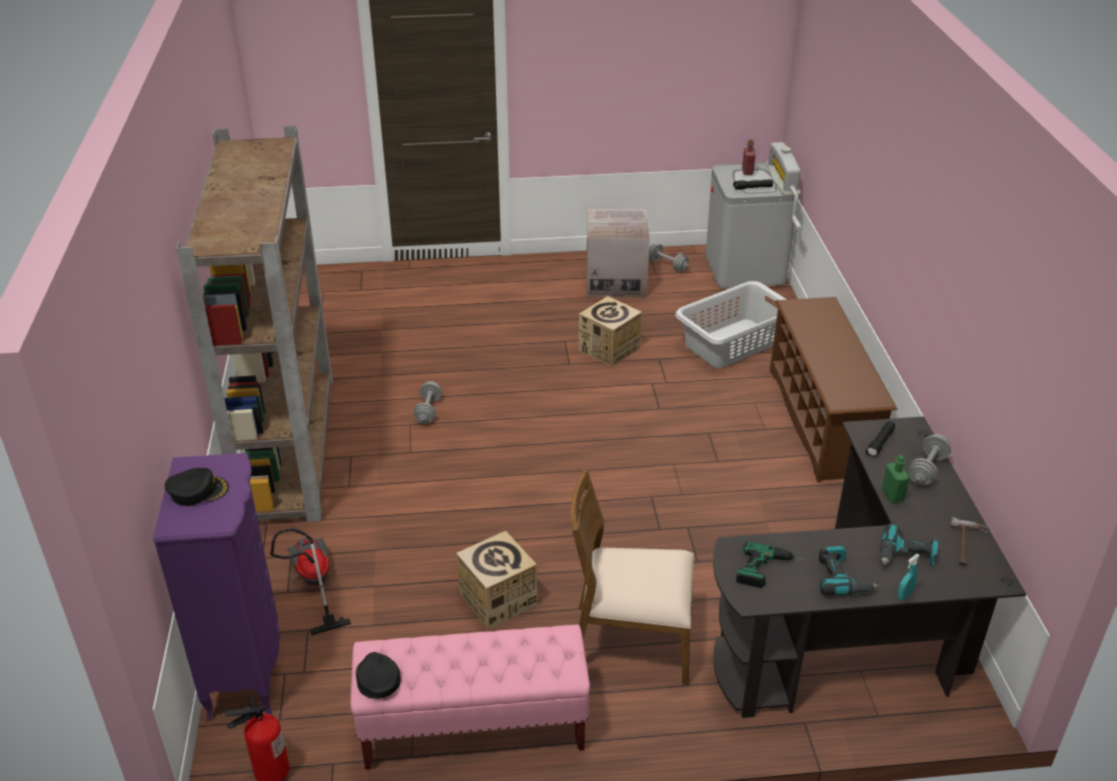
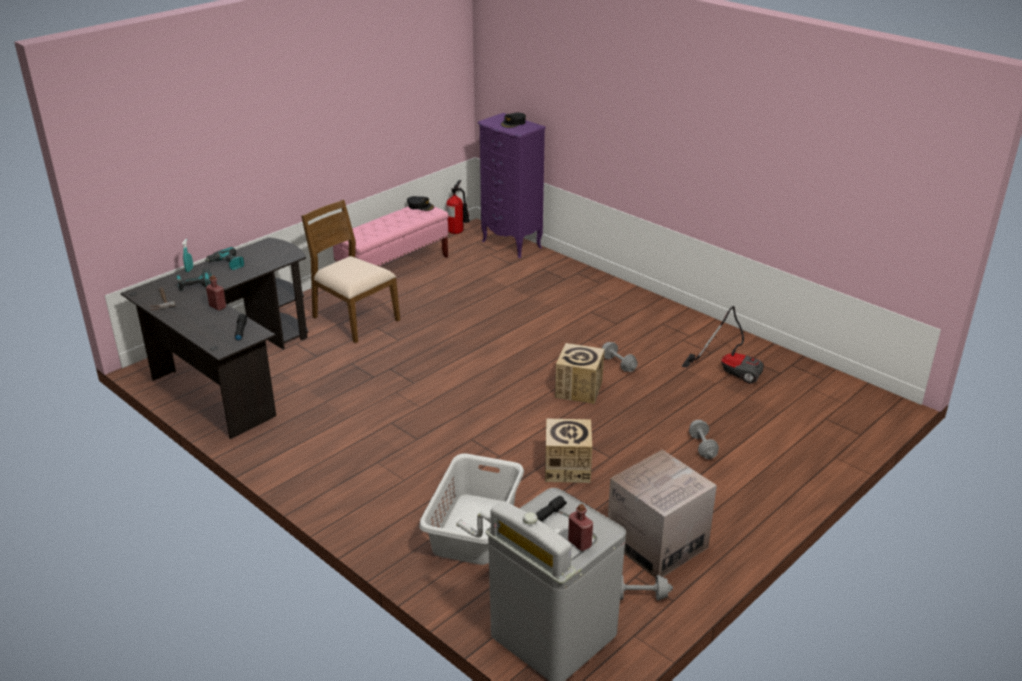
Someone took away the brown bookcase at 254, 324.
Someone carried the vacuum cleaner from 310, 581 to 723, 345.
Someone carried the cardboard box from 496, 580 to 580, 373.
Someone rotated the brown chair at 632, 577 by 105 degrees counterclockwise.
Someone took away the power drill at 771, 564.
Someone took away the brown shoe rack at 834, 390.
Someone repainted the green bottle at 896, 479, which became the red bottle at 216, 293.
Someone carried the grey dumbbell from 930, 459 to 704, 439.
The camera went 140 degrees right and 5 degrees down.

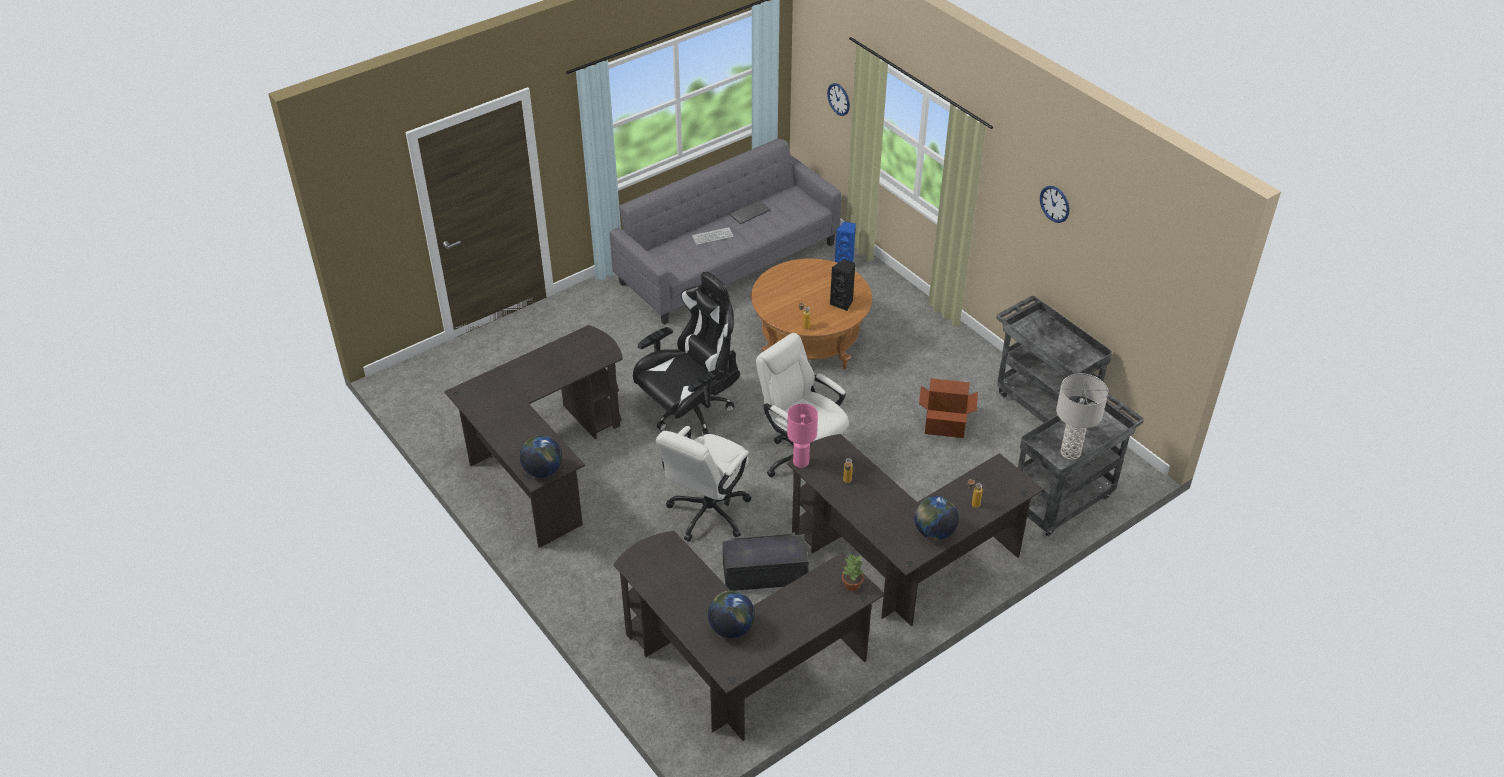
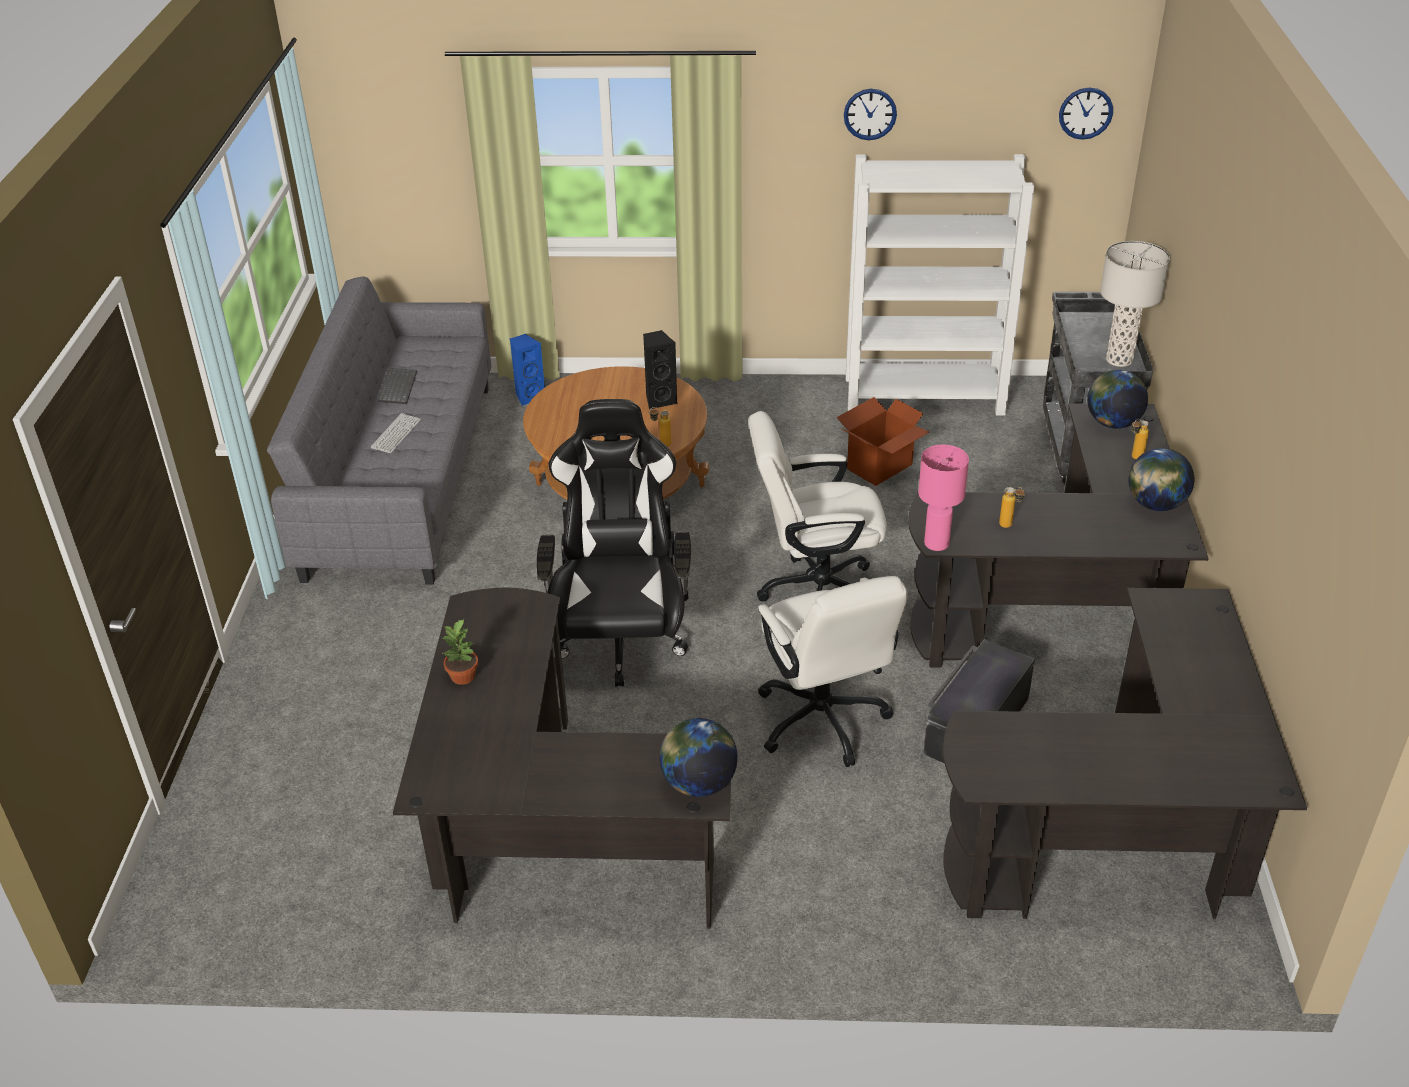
Someone carried the globe from 731, 614 to 1117, 399.
Someone carried the wall clock from 838, 99 to 1086, 113.
Someone carried the potted plant from 853, 572 to 460, 652.
Someone swapped the black cart at 1054, 359 for the white bookcase at 940, 285.
The camera went 50 degrees left and 5 degrees down.

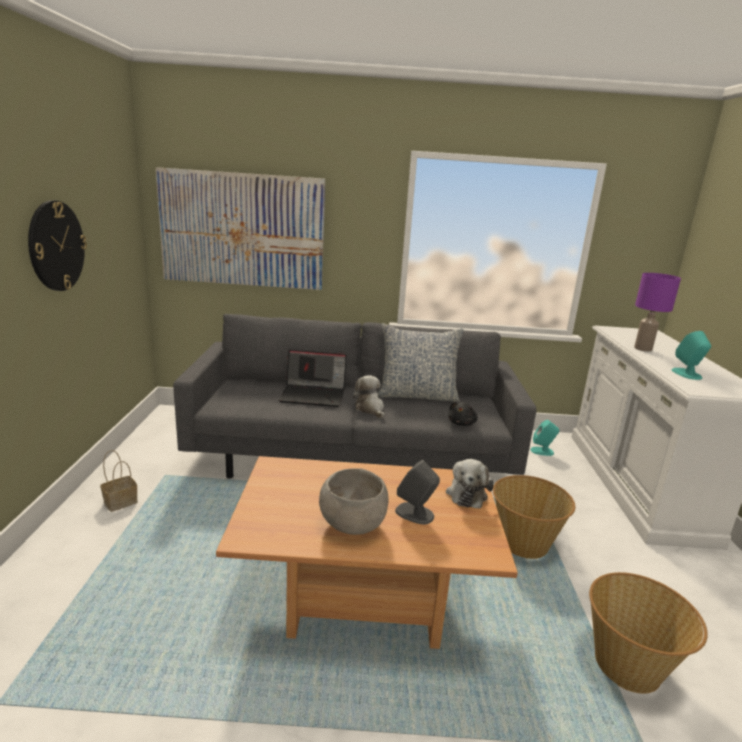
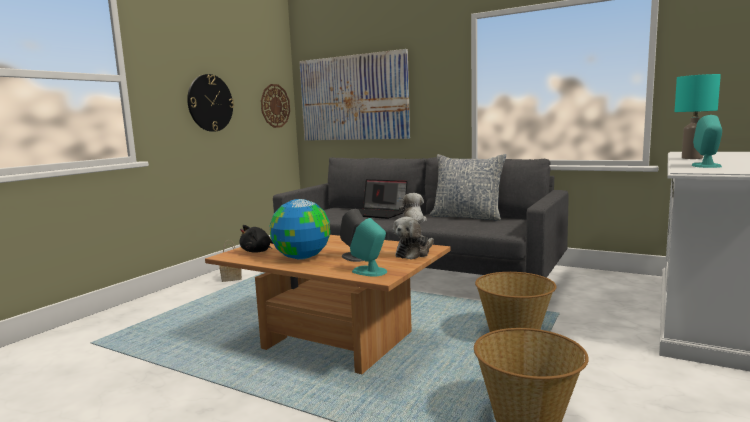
Someone swapped the grey bowl at 353, 501 for the globe at 300, 229.
Someone carried the black plush toy from 463, 413 to 256, 239.
Someone carried the turquoise speaker from 545, 438 to 368, 247.
Someone repainted the purple table lamp at 657, 312, which became the turquoise table lamp at 697, 116.
Someone put up the wall clock at 275, 106.
The camera went 30 degrees right and 10 degrees down.

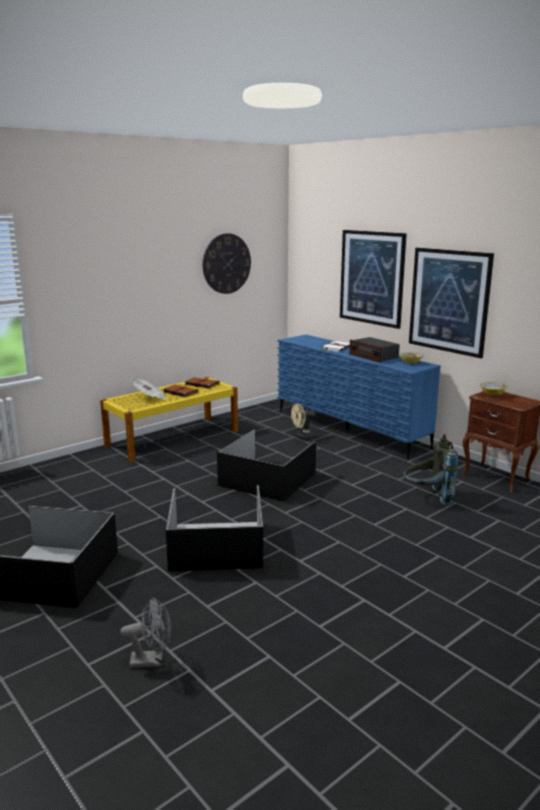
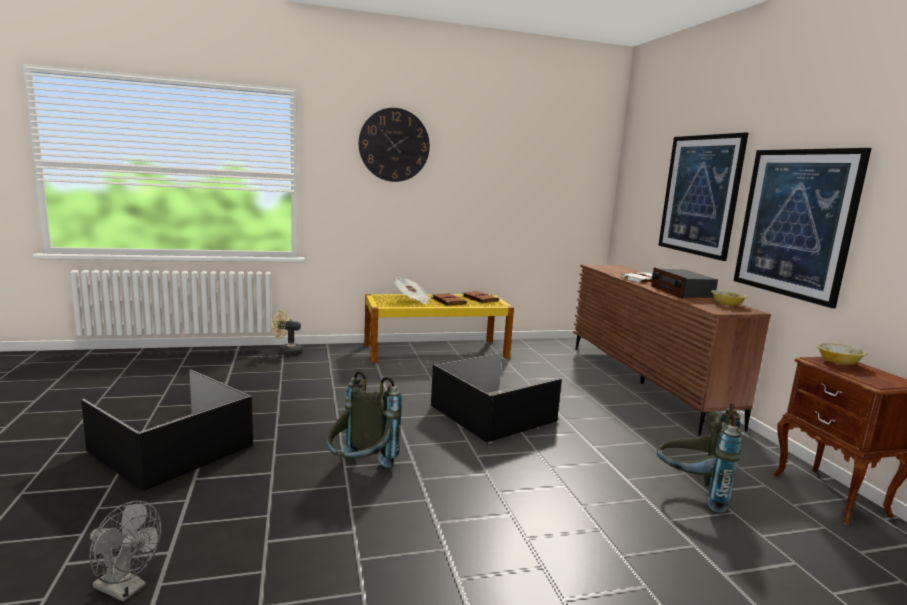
Someone swapped the black storage box at 214, 528 for the grey backpack at 364, 419.
Someone carried the wall clock from 227, 263 to 394, 145.
Someone repainted the blue dresser at 359, 397, which became the brown dresser at 672, 350.
Someone carried the beige fan from 303, 422 to 287, 333.
The camera went 25 degrees right and 5 degrees down.

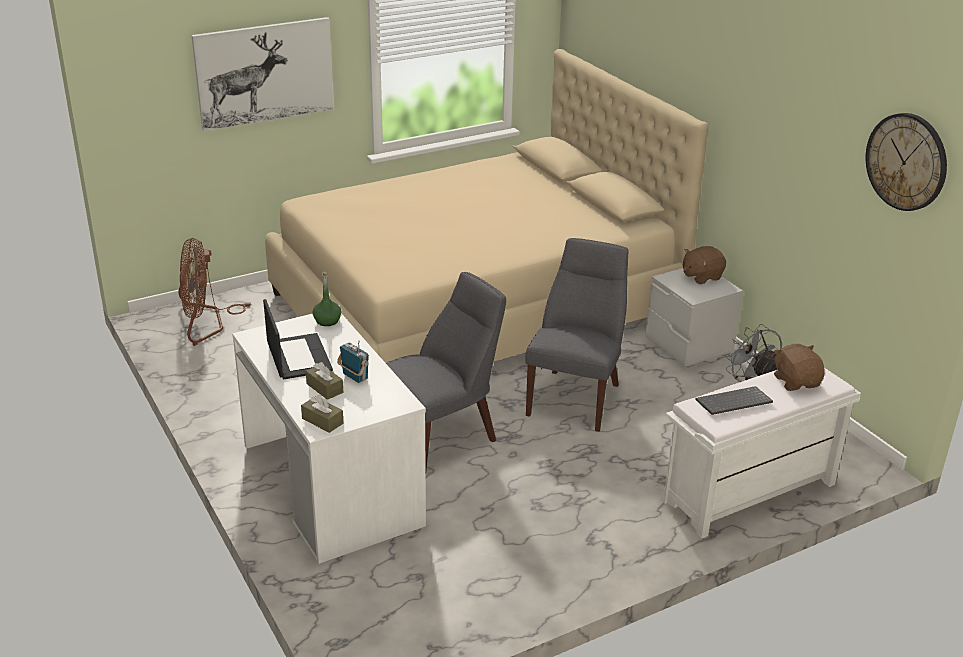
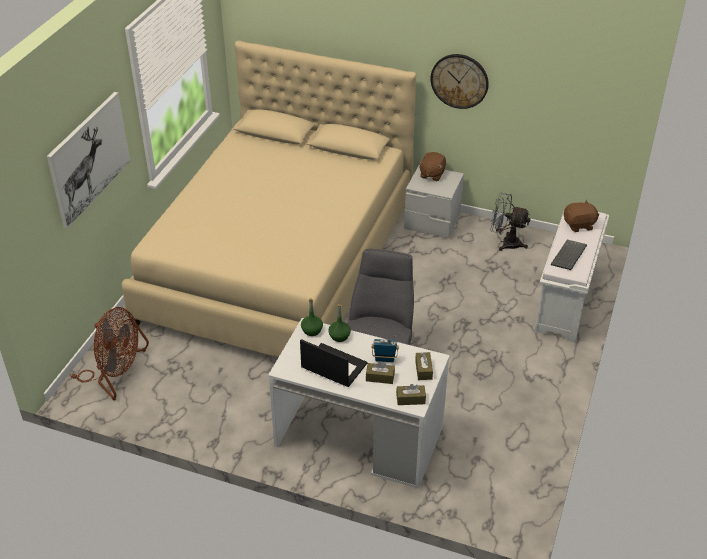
Someone rotated the brown fan at 215, 292 by 105 degrees counterclockwise.
Someone took away the grey chair at 576, 335.
Someone rotated the brown plush toy at 799, 367 by 135 degrees clockwise.
Someone carried the wall clock from 906, 162 to 459, 81.
Someone put down the green bottle at 339, 323.
Someone put down the brown tissue box at 424, 366.
The camera went 40 degrees left and 10 degrees up.

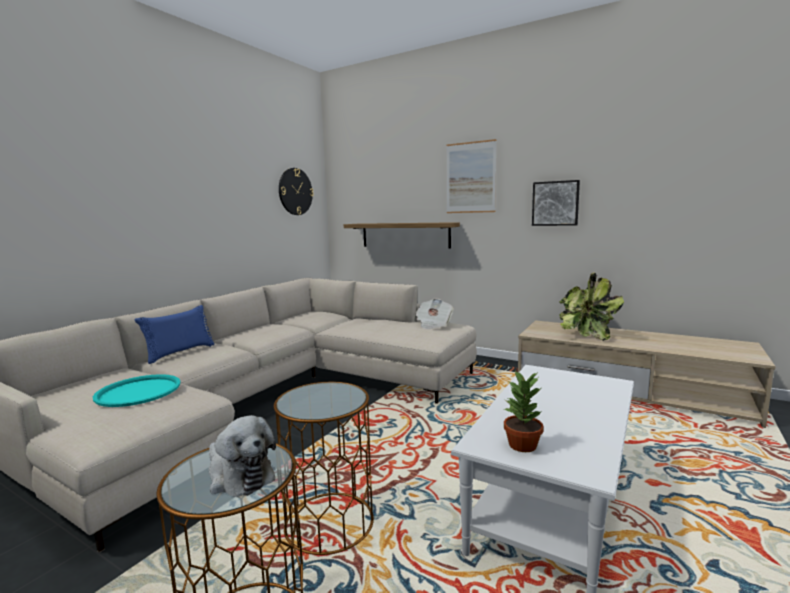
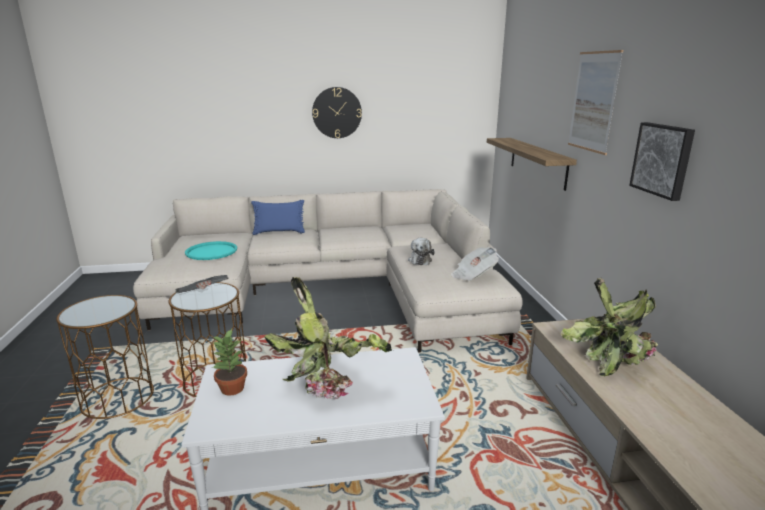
Someone carried the plush toy from 242, 456 to 421, 251.
Someone carried the wall clock from 296, 191 to 337, 112.
Someone put down the newspaper at 202, 284.
Someone put down the potted plant at 328, 338.
The camera went 50 degrees right and 10 degrees up.

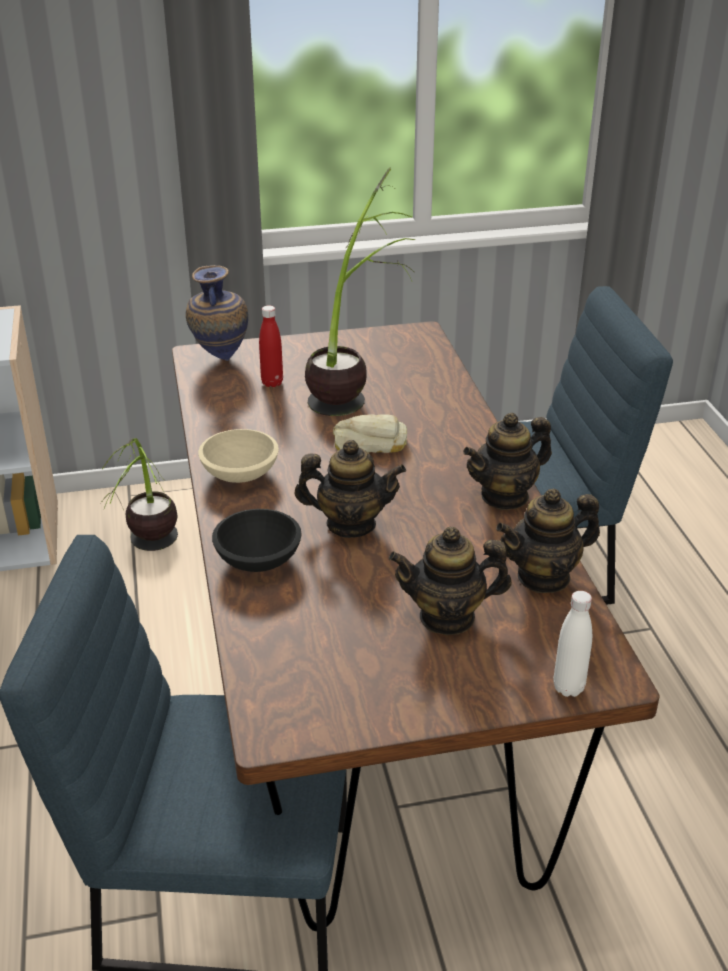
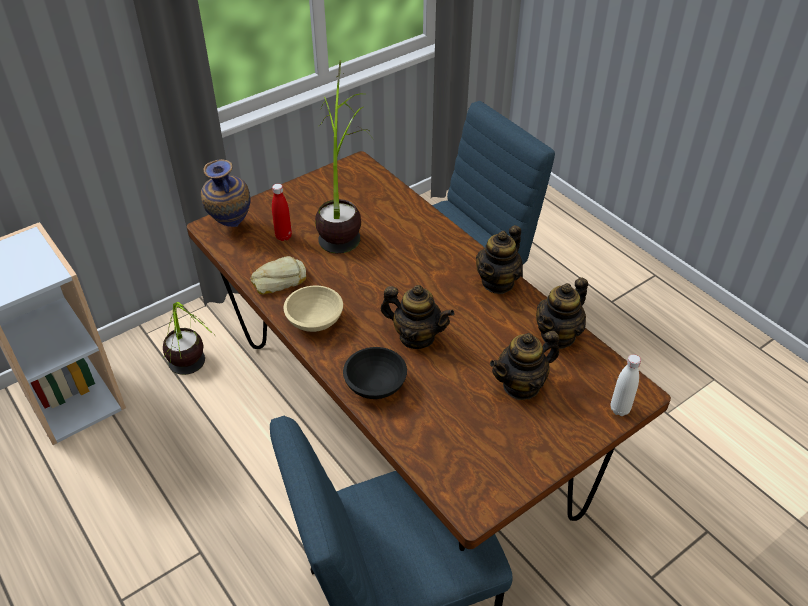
Someone rotated the teapot at 350, 489 by 45 degrees clockwise.
Someone carried the bread from 370, 433 to 278, 275.
The camera went 25 degrees left and 10 degrees up.

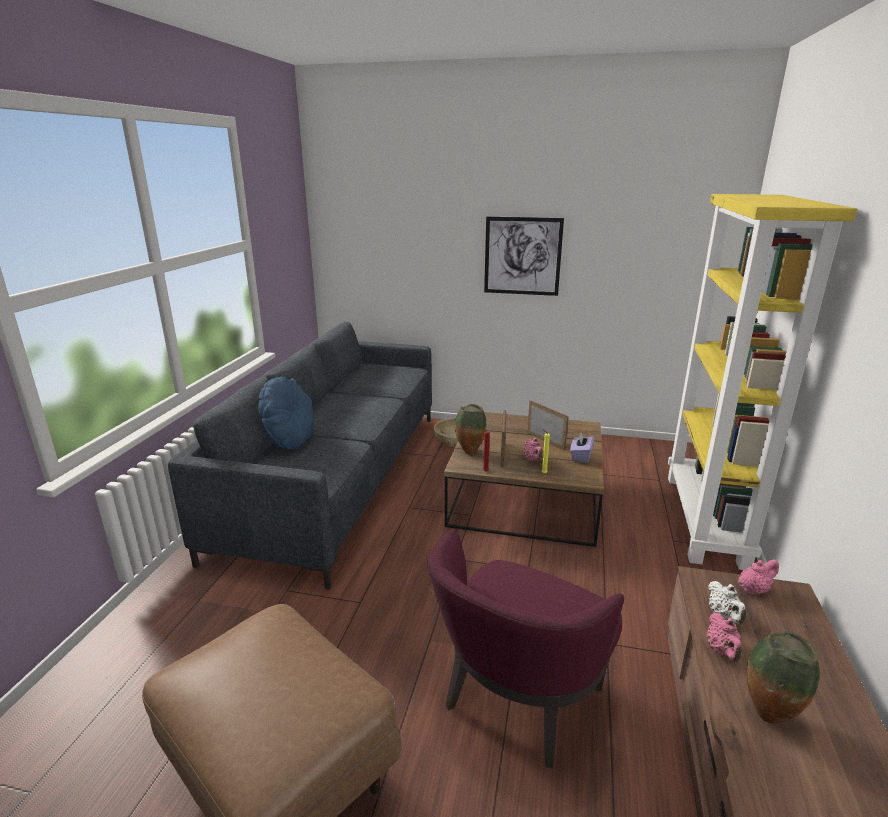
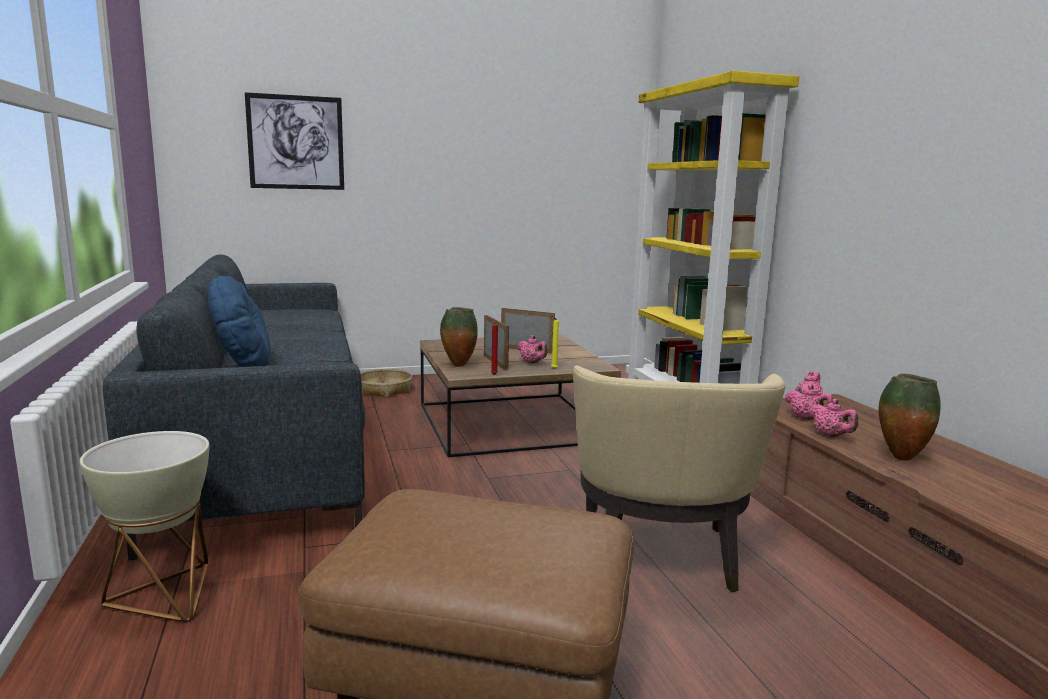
Someone repainted the purple armchair at 525, 648, which became the beige armchair at 679, 479.
Someone carried the picture from 524, 256 to 294, 141.
Someone took away the purple tissue box at 582, 447.
Someone repainted the white teapot at 727, 602, which became the pink teapot at 809, 402.
Someone put down the planter at 145, 526.
The camera went 30 degrees left and 10 degrees down.

